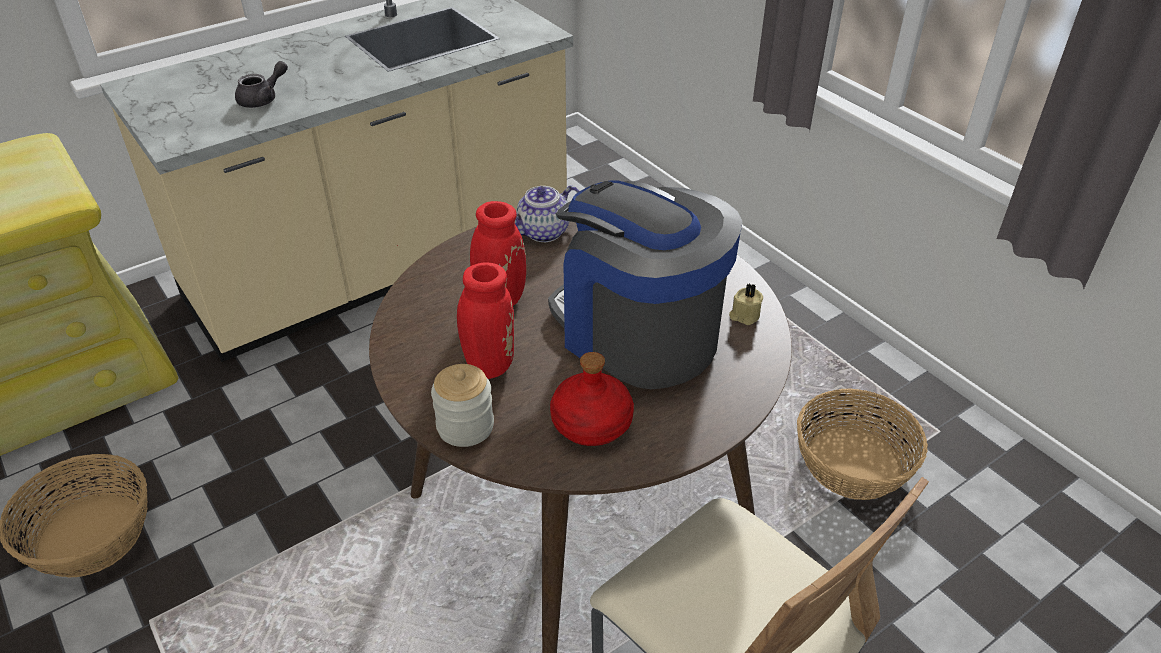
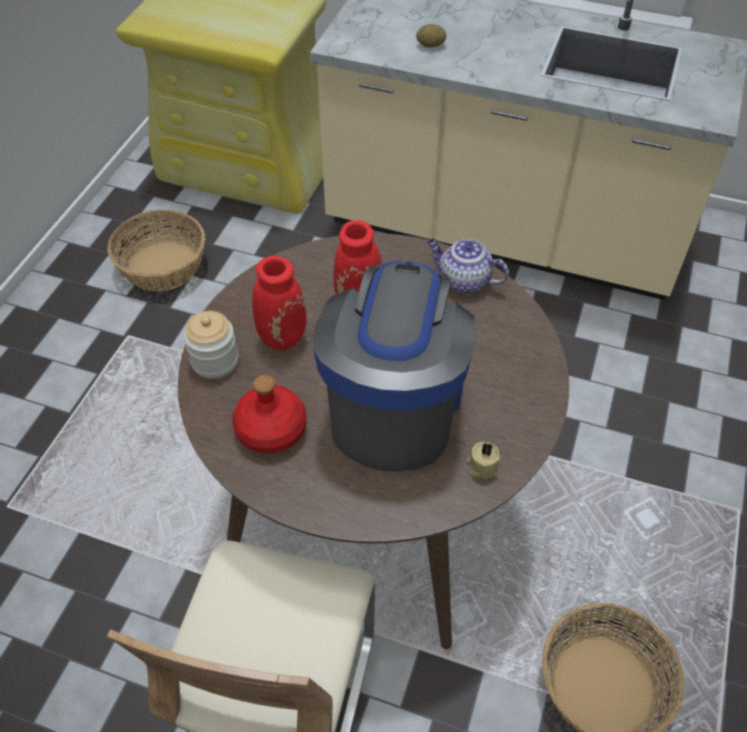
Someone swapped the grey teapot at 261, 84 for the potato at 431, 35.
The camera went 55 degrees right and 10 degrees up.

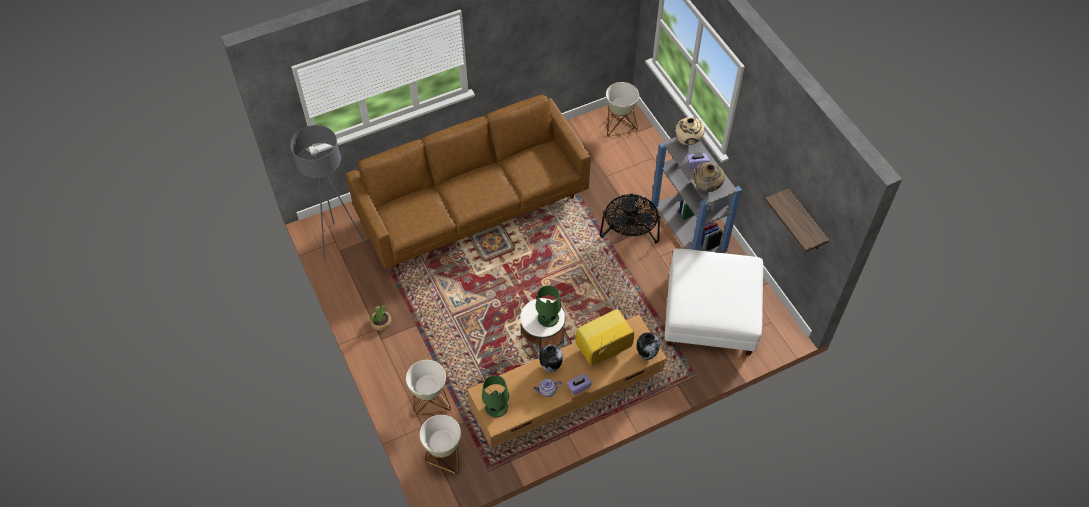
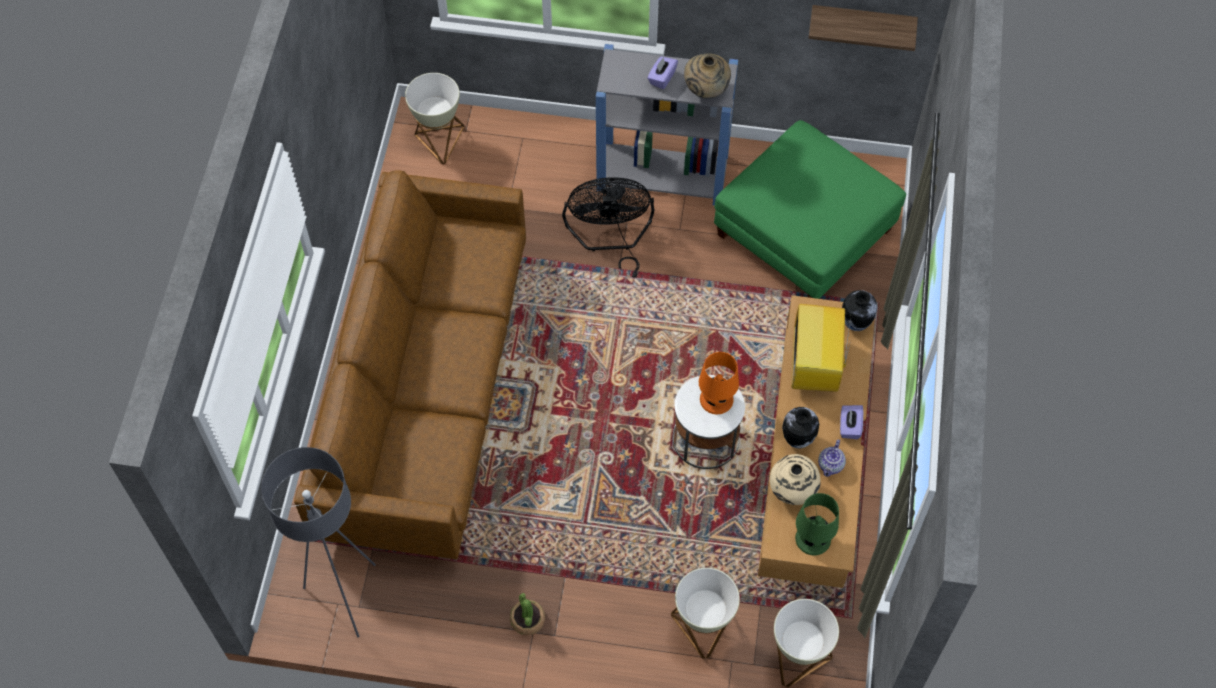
Someone repainted the green table lamp at 548, 306, which became the orange table lamp at 719, 383.
Someone rotated the black fan at 630, 218 by 135 degrees counterclockwise.
Someone repainted the white ottoman at 714, 301, which became the green ottoman at 810, 209.
Someone carried the beige vase from 690, 131 to 795, 479.
The camera went 55 degrees left and 5 degrees up.

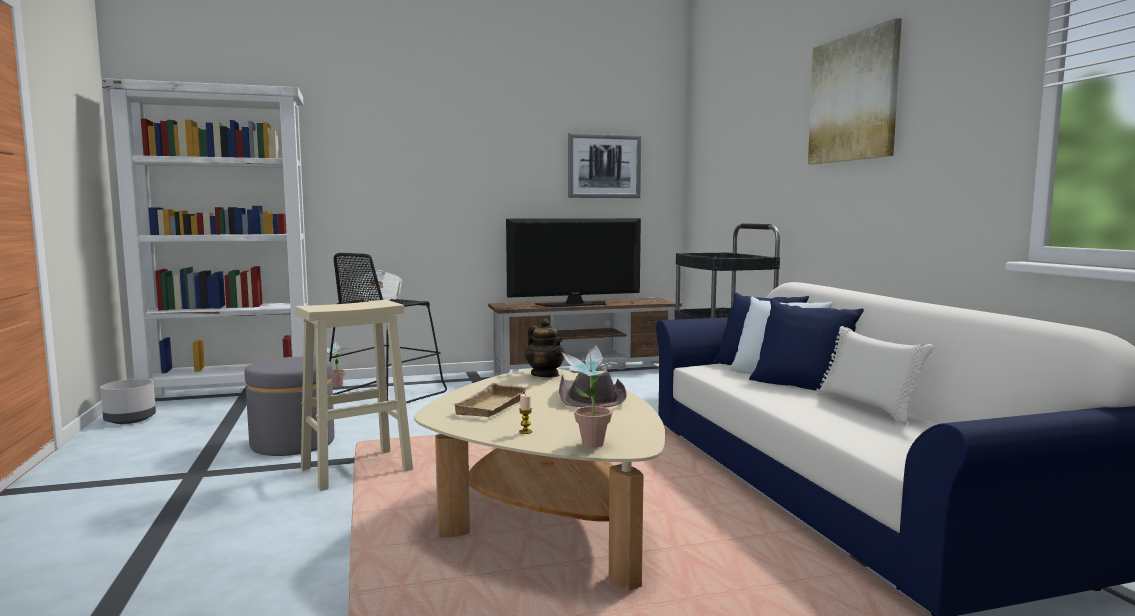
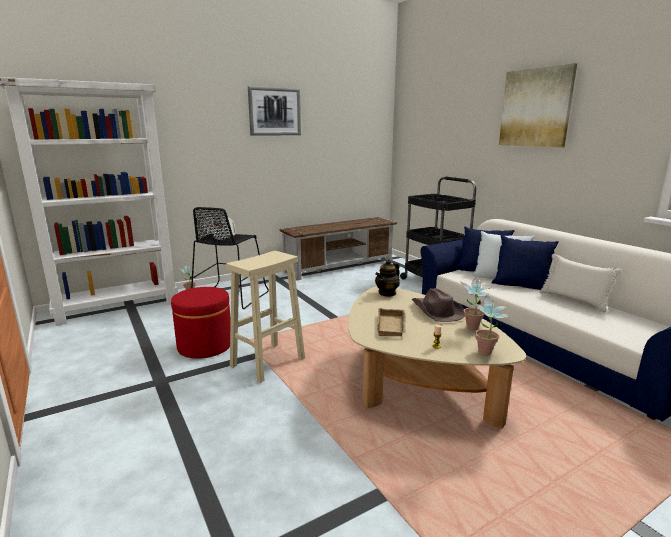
Someone took away the grey planter at 128, 401.
Someone repainted the grey ottoman at 289, 406, which became the red ottoman at 201, 323.
Someone took away the television at 573, 262.
Someone rotated the teapot at 545, 347 by 90 degrees clockwise.
Someone carried the picture from 604, 165 to 274, 111.
Someone put down the potted plant at 477, 304.
The camera went 15 degrees left and 10 degrees up.

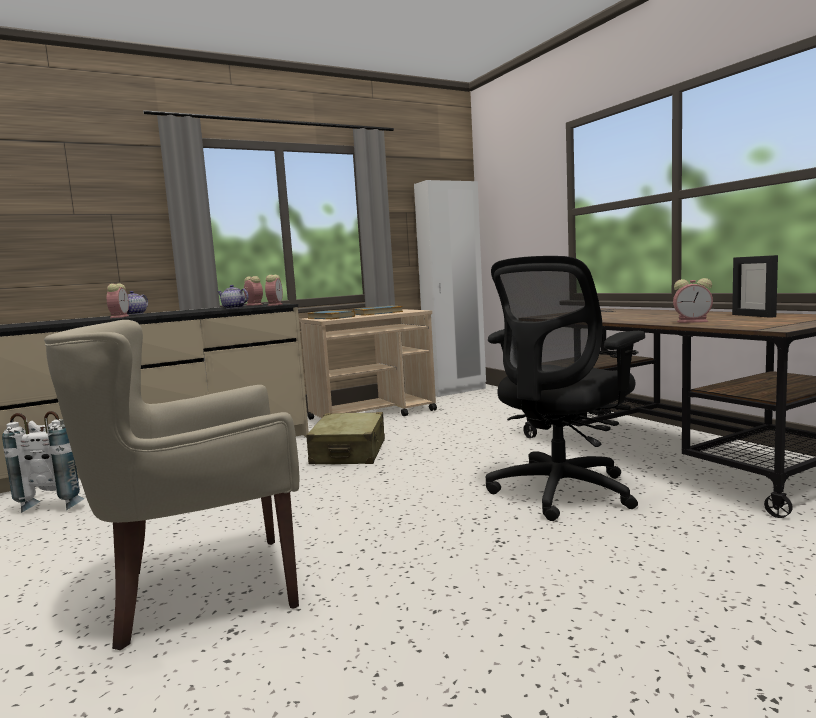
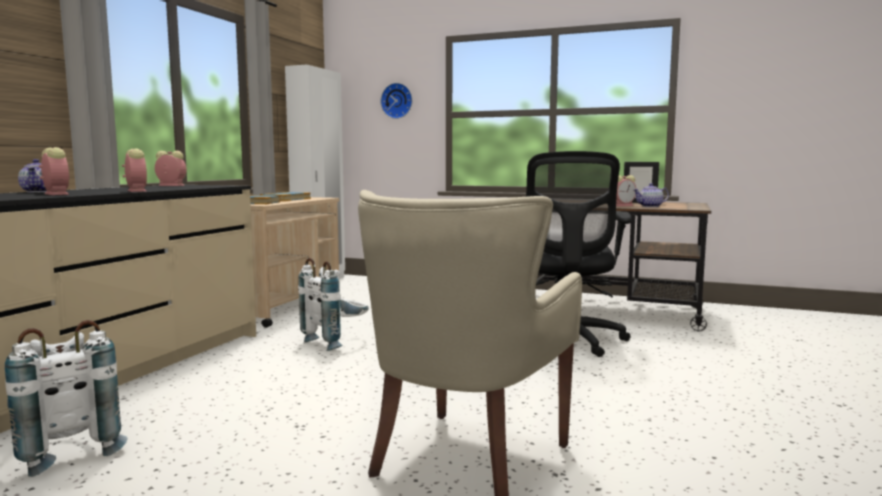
Someone carried the teapot from 233, 297 to 651, 195.
Someone carried the alarm clock from 274, 290 to 134, 170.
Someone swapped the beige suitcase at 345, 438 for the white backpack at 333, 304.
Someone put up the wall clock at 396, 101.
The camera went 40 degrees left and 0 degrees up.

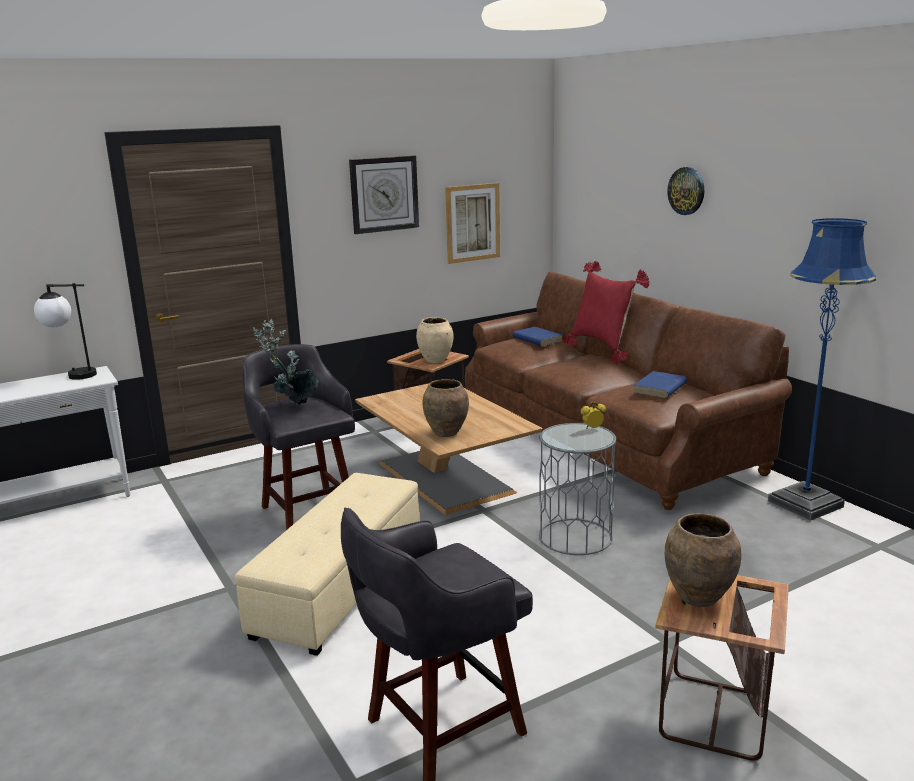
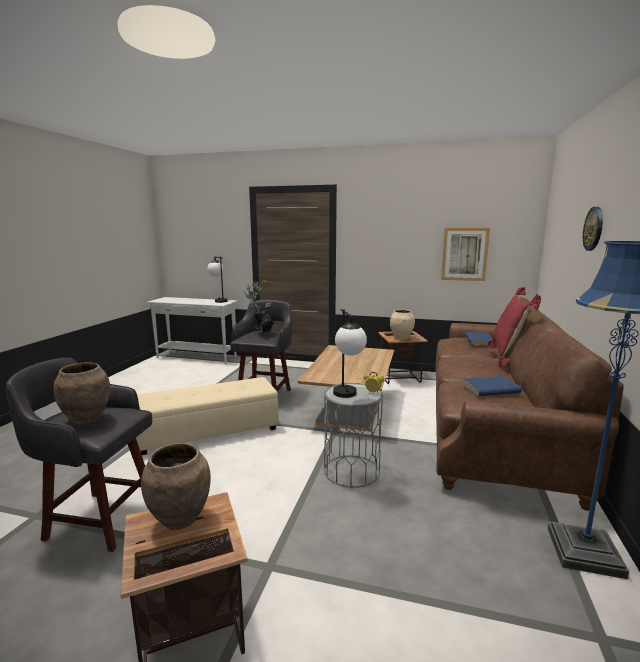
Someone took away the wall clock at 384, 195.
Someone carried the brown vase from 446, 408 to 81, 393.
Someone put down the table lamp at 350, 353.
The camera went 45 degrees right and 5 degrees down.

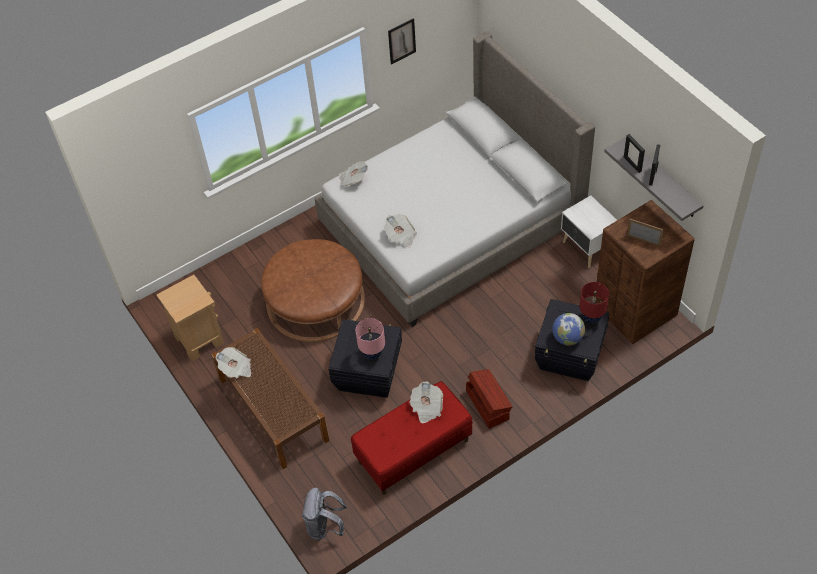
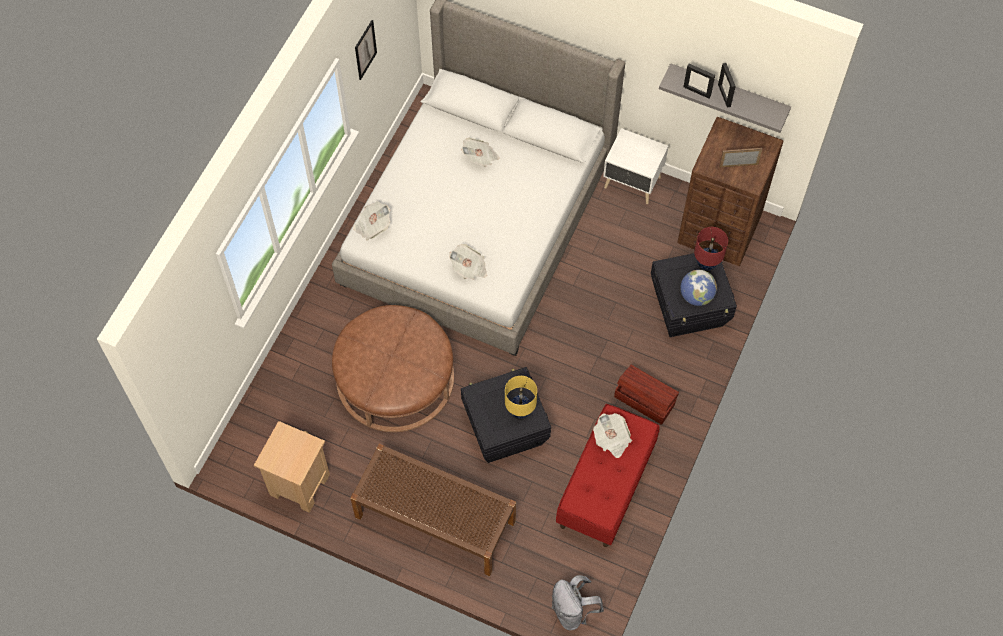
Someone carried the newspaper from 233, 362 to 480, 152.
Someone repainted the pink table lamp at 370, 340, which became the yellow table lamp at 521, 398.
The camera went 35 degrees left and 10 degrees up.

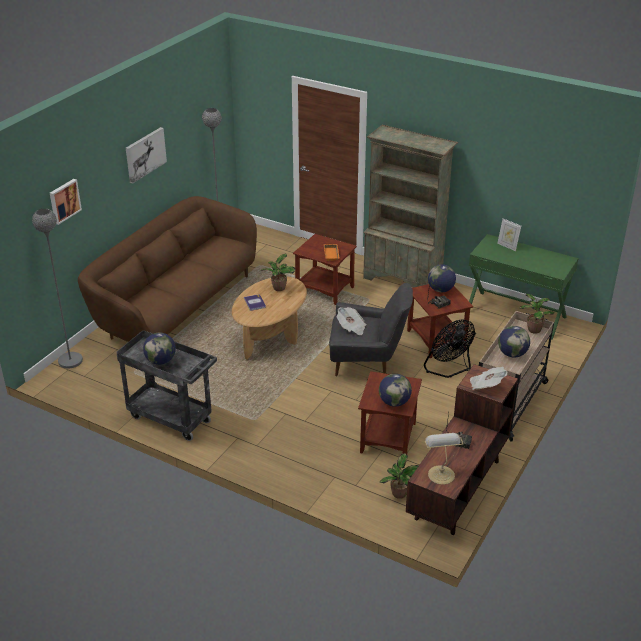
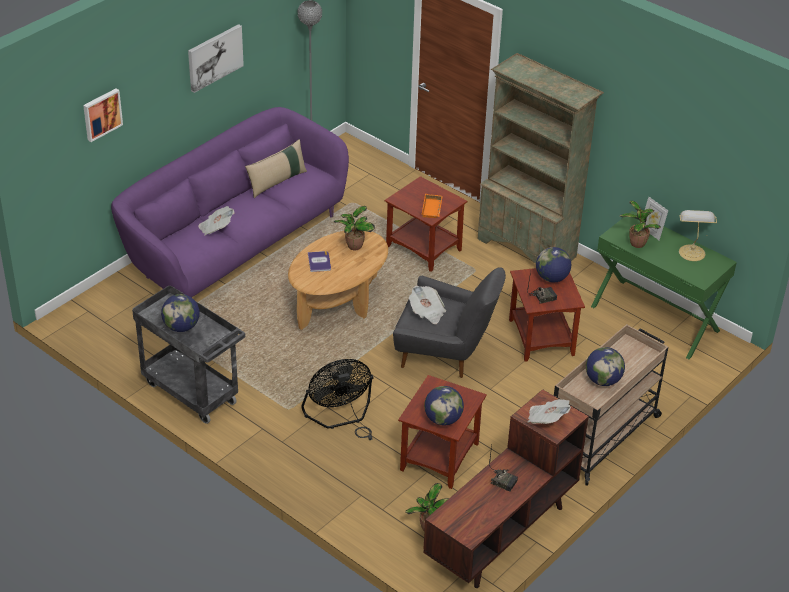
Someone took away the grey floor lamp at 57, 288.
Someone repainted the brown sofa at 167, 269, which became the purple sofa at 230, 202.
Someone carried the black fan from 450, 349 to 337, 399.
Someone carried the table lamp from 444, 459 to 698, 235.
Someone carried the potted plant from 537, 314 to 640, 224.
Someone put down the newspaper at 216, 221.
Someone put down the beige pillow at 276, 168.
The camera went 10 degrees right and 5 degrees up.

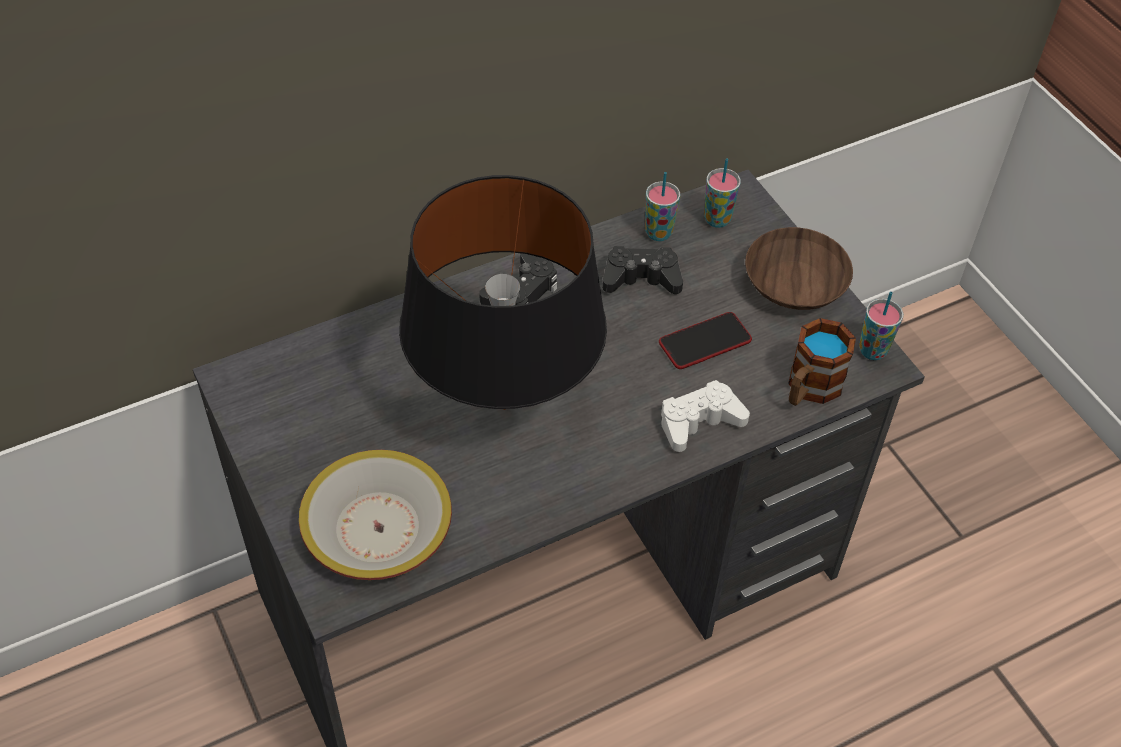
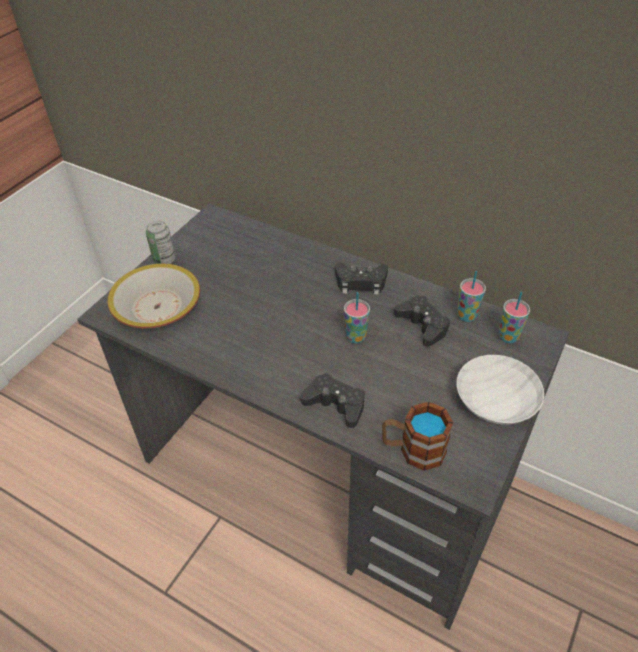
Someone took away the black table lamp at 503, 292.
Someone took away the phone at 705, 340.
Someone repainted the white game controller at 705, 416, which became the black game controller at 332, 400.
Someone repainted the brown bowl at 799, 268, which became the white bowl at 500, 390.
Someone carried the cup from 881, 325 to 357, 317.
Someone put down the can at 160, 242.
The camera went 60 degrees right and 5 degrees down.

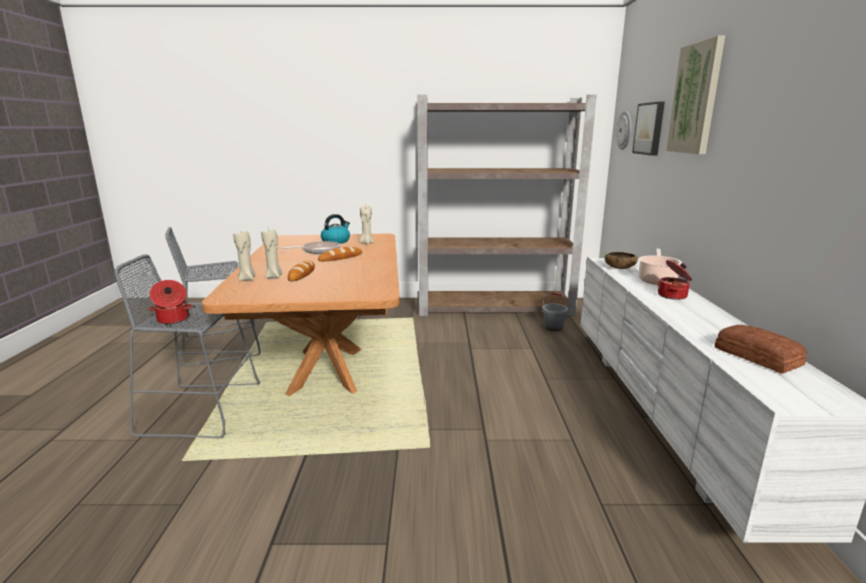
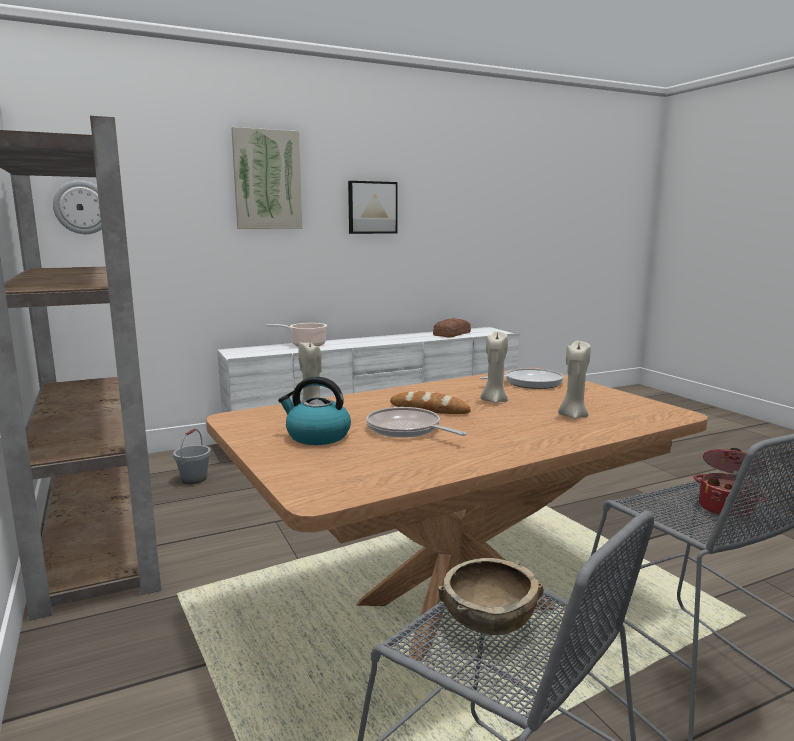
Someone carried the beige candle from 244, 256 to 494, 367.
Someone took away the bread at 301, 270.
Someone carried the brown bowl from 621, 260 to 491, 596.
Someone carried the picture from 648, 129 to 373, 207.
Someone took away the cooking pot at 675, 280.
Someone put down the frying pan at 522, 378.
The camera went 115 degrees left and 5 degrees down.

